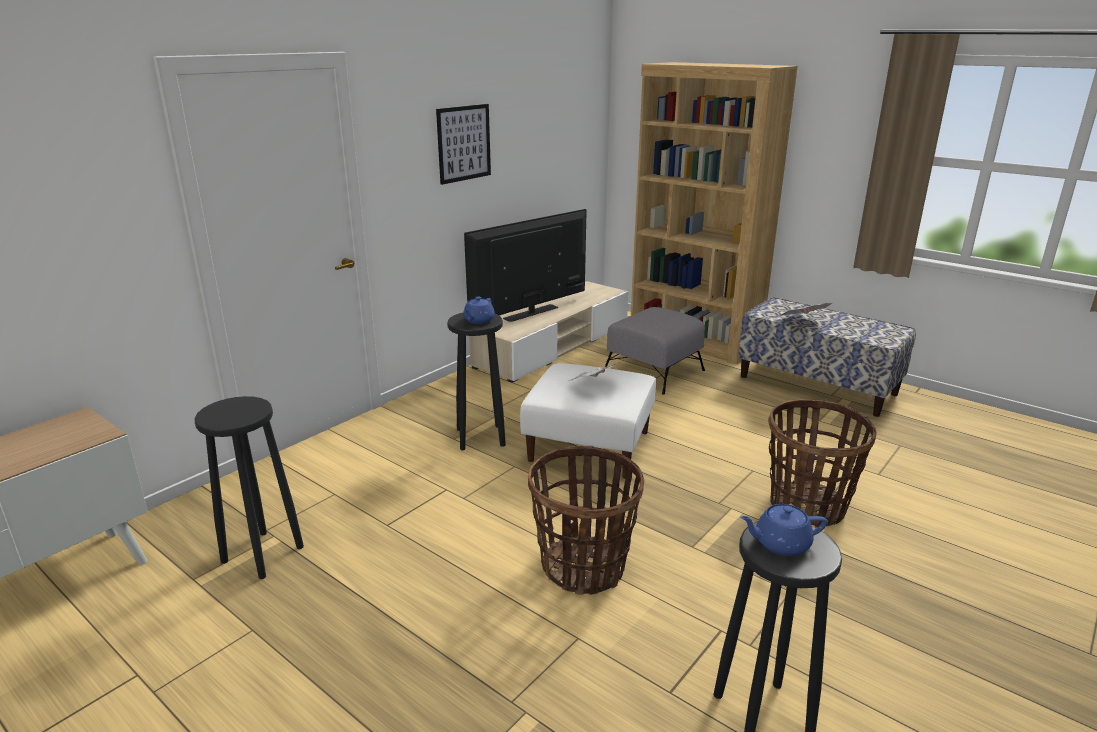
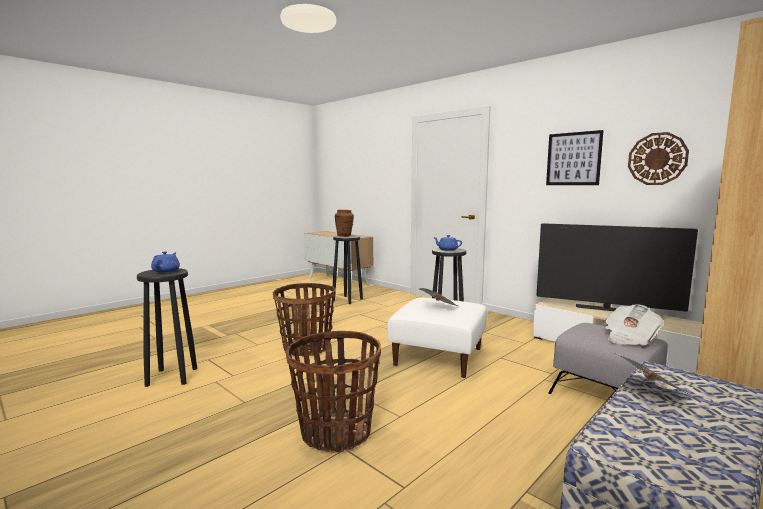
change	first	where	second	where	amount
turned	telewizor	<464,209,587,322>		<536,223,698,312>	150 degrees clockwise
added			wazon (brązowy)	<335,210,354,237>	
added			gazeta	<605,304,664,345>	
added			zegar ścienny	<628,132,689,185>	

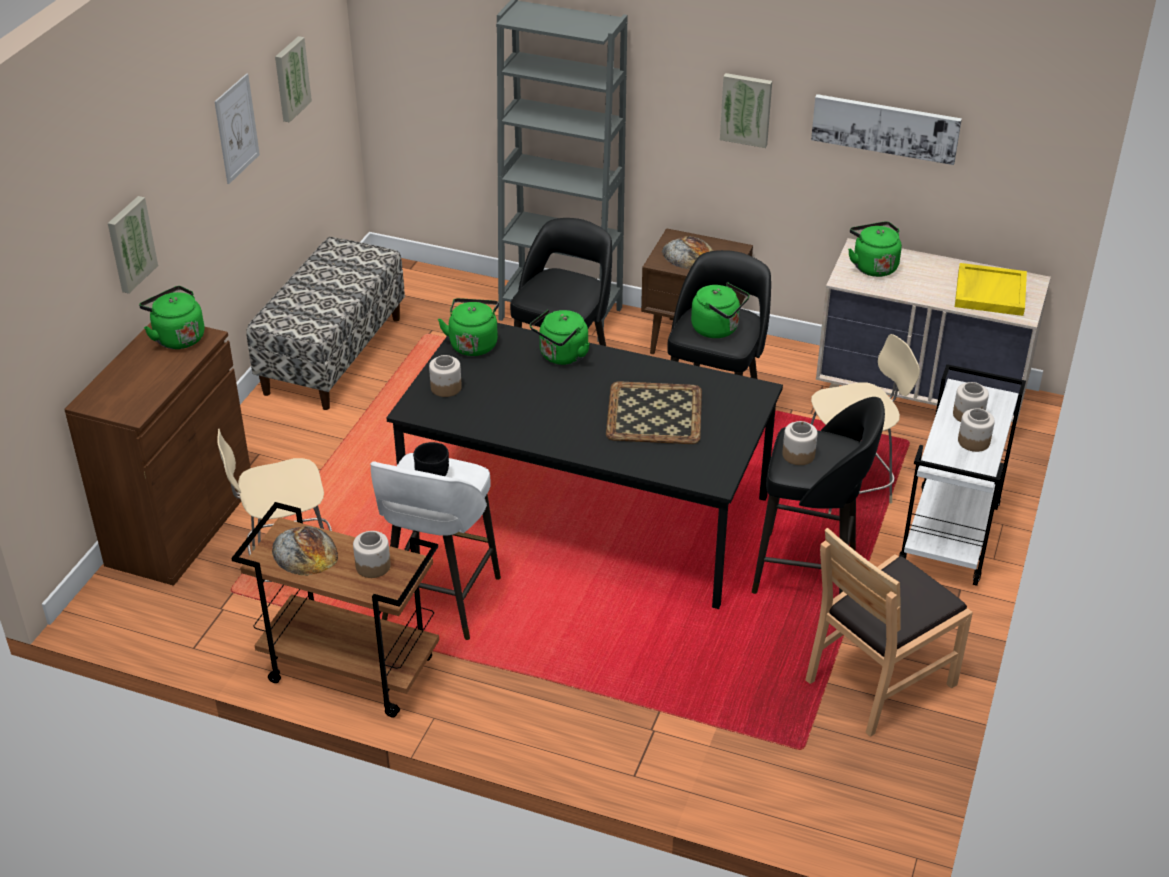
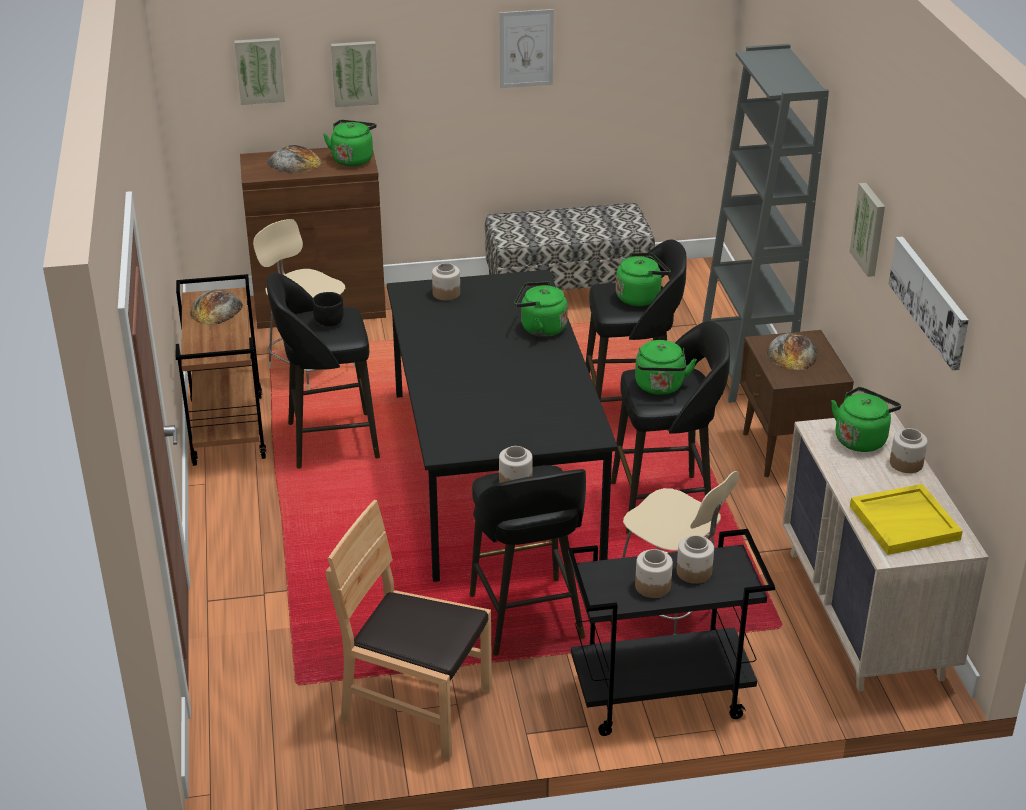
change	first	where	second	where	amount
moved	obraz	<275,36,312,123>		<234,38,285,105>	
moved	słoik	<353,531,391,578>		<890,428,928,473>	
recoloured	stołek (biały)	<370,453,501,640>	stołek (czarny)	<267,272,380,469>	
moved	czajnik (zielony)	<438,298,499,356>		<616,253,671,306>	
removed	taca	<606,381,702,444>			
recoloured	wózek (biały)	<899,364,1026,586>	wózek (czarny)	<568,529,775,736>	
added			chleb	<267,145,322,173>	

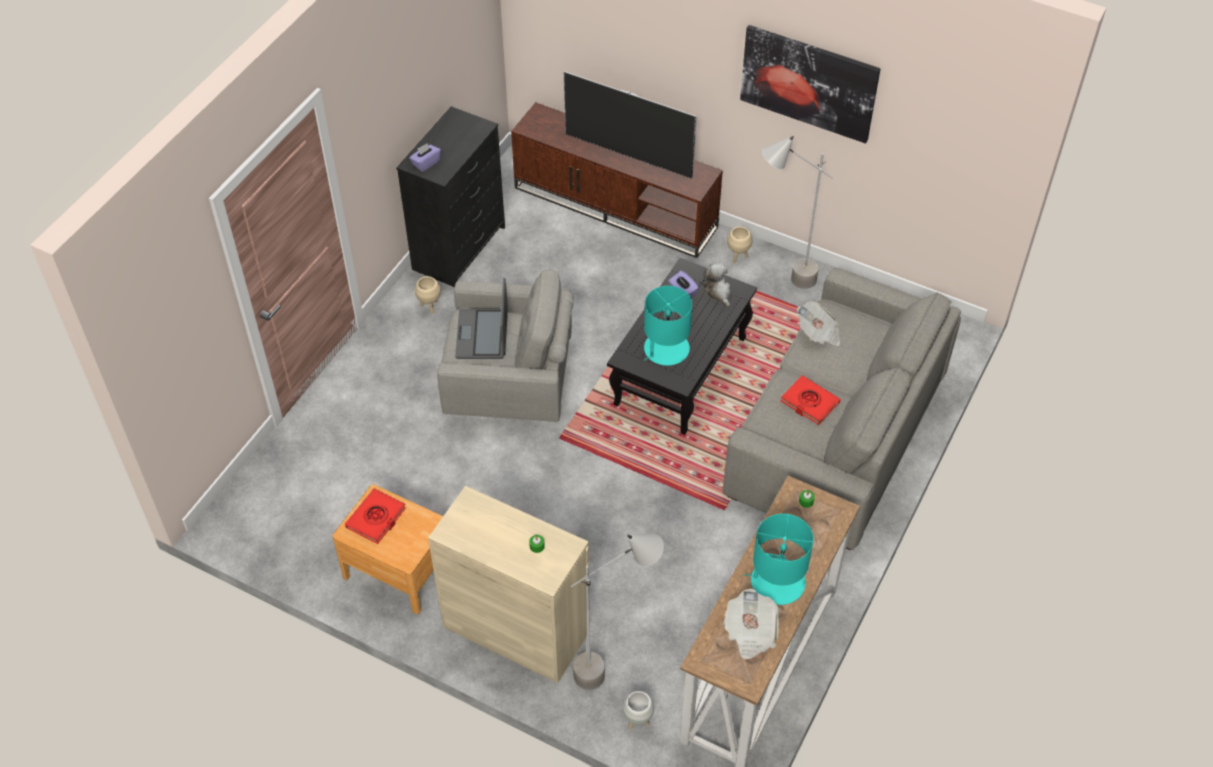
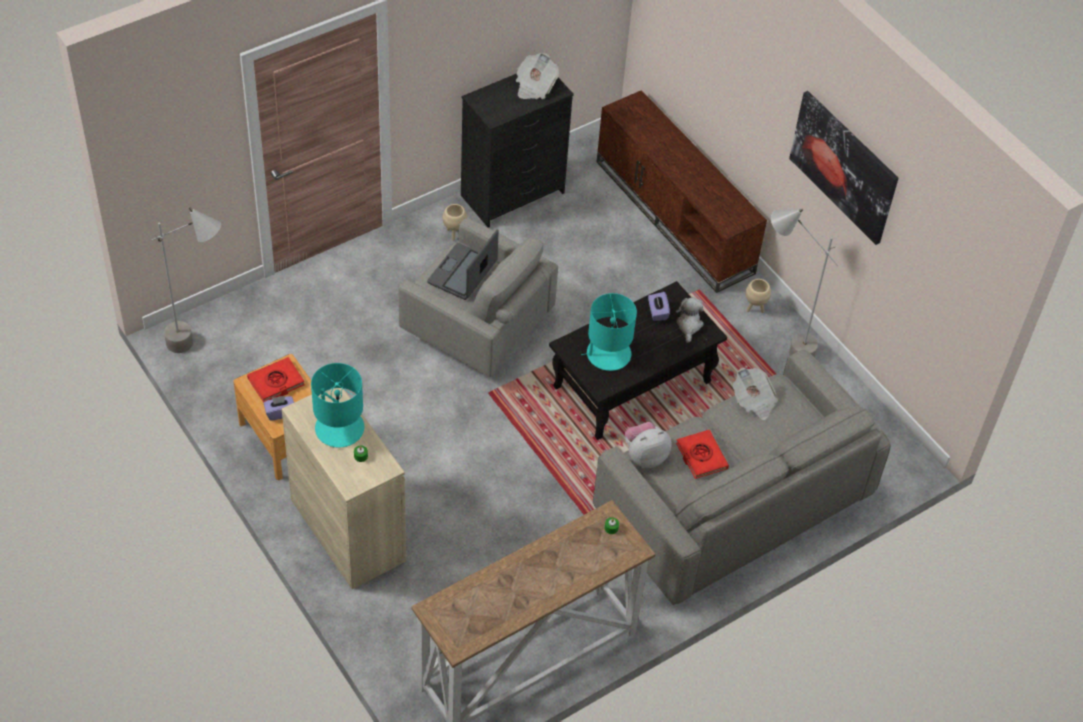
change	first	where	second	where	amount
moved	pudełko chusteczek (fioletowy)	<410,143,441,172>		<264,396,294,421>	
removed	telewizor	<564,71,697,179>			
moved	lampa stojąca (szary)	<571,534,664,690>		<152,208,221,353>	
removed	donica (biały)	<623,691,654,729>			
moved	gazeta	<723,589,780,660>		<516,53,559,99>	
moved	lampa stołowa (turkusowy)	<744,514,814,605>		<311,363,364,447>	
added			pluszak	<625,422,672,468>	

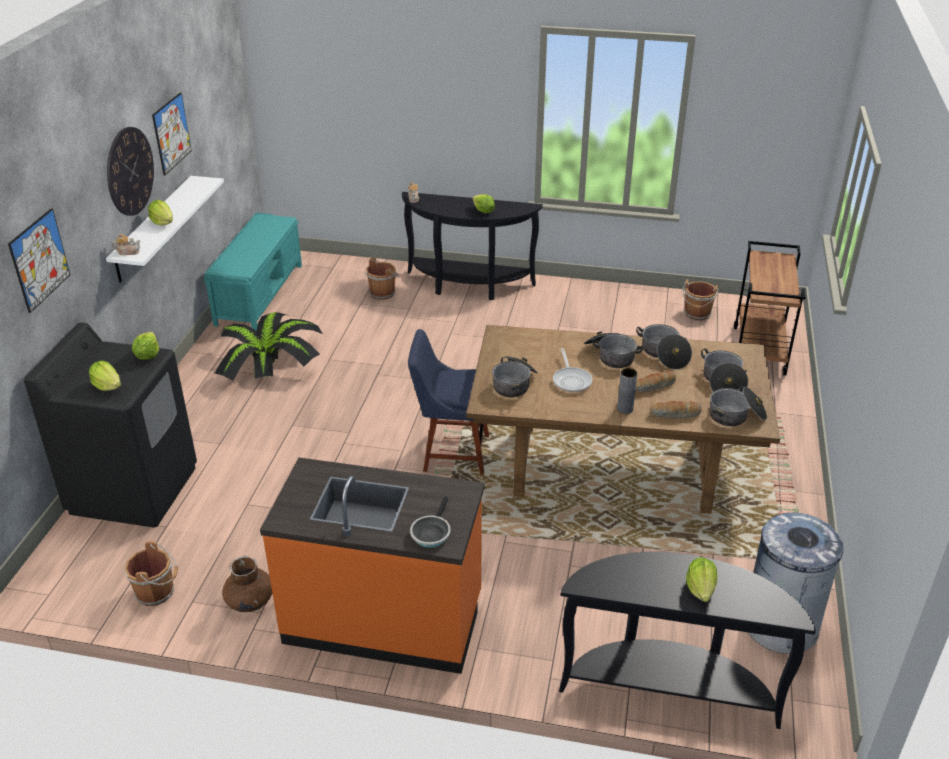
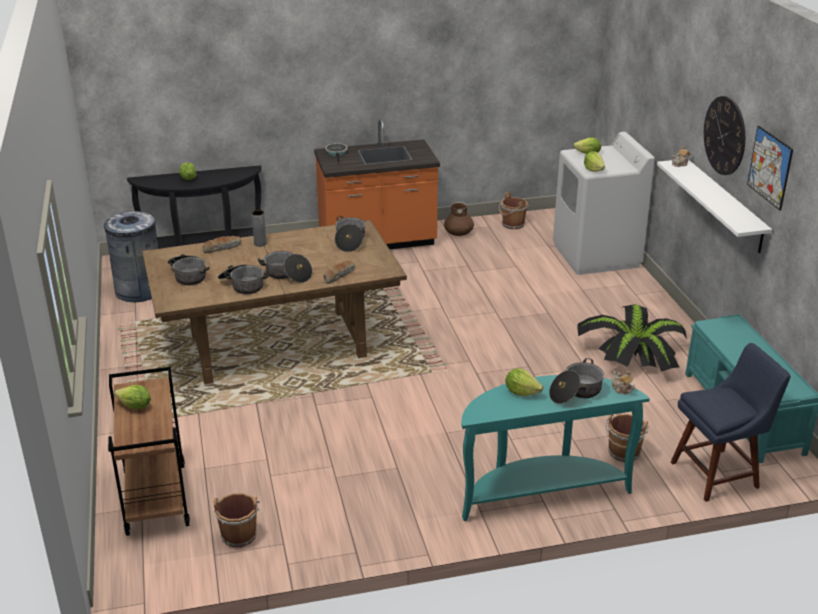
change	first	where	second	where	amount
removed	obraz	<8,208,70,313>			
recoloured	pralka (czarny)	<24,322,197,528>	pralka (biały)	<553,132,655,275>	
moved	sałata	<148,200,173,226>		<114,385,151,409>	
recoloured	stolik konsolowy (czarny)	<402,192,543,300>	stolik konsolowy (turkusowy)	<461,375,650,521>	
moved	krzesło (niebieski)	<408,329,489,475>		<671,343,791,502>	
removed	patelnia	<553,348,592,392>			
moved	chleb	<635,370,676,393>		<323,261,355,284>	
moved	garnek	<709,386,767,426>		<549,358,604,404>	

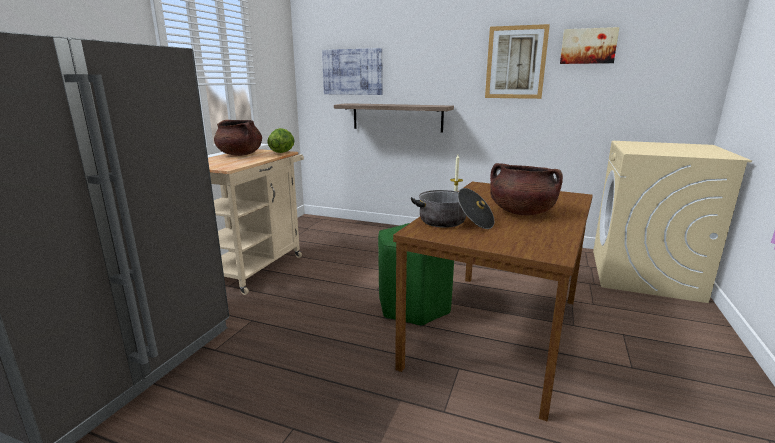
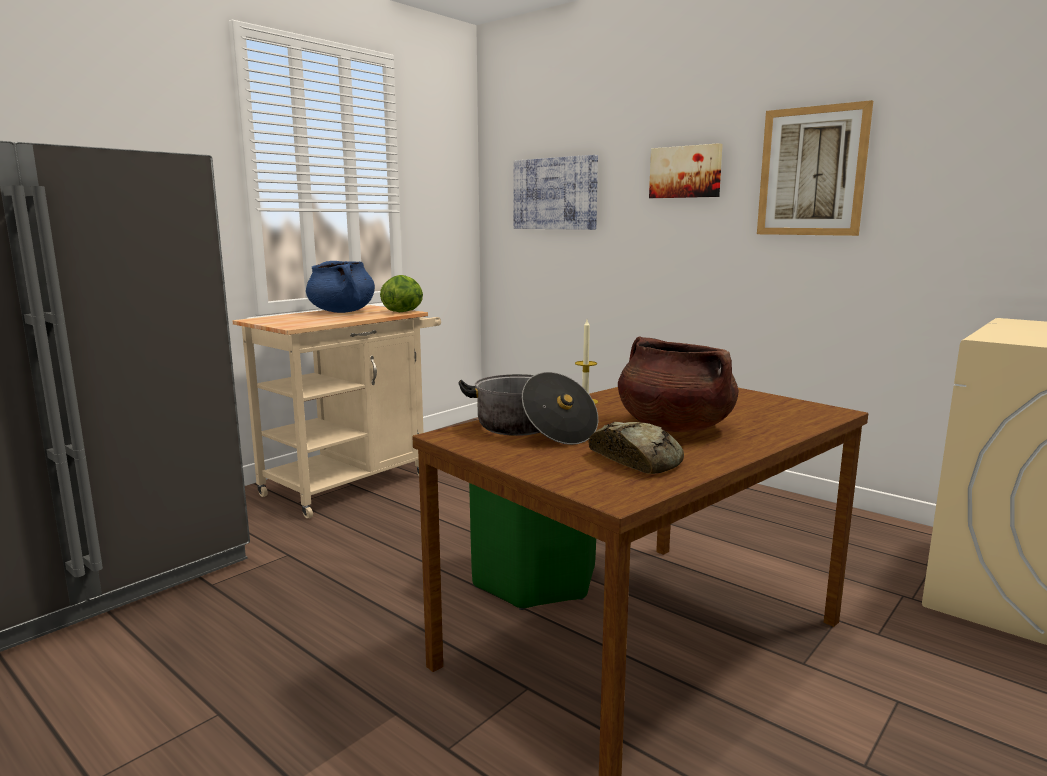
change	first	where	second	where	amount
recoloured	garnek (brązowy)	<214,120,262,156>	garnek (niebieski)	<306,261,375,313>	
removed	półka	<334,103,454,133>			
moved	obraz	<560,27,619,64>		<649,143,723,198>	
added			chleb	<589,422,684,474>	

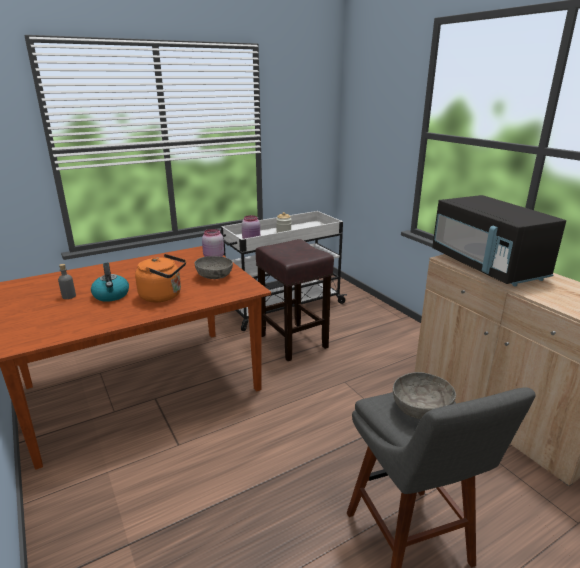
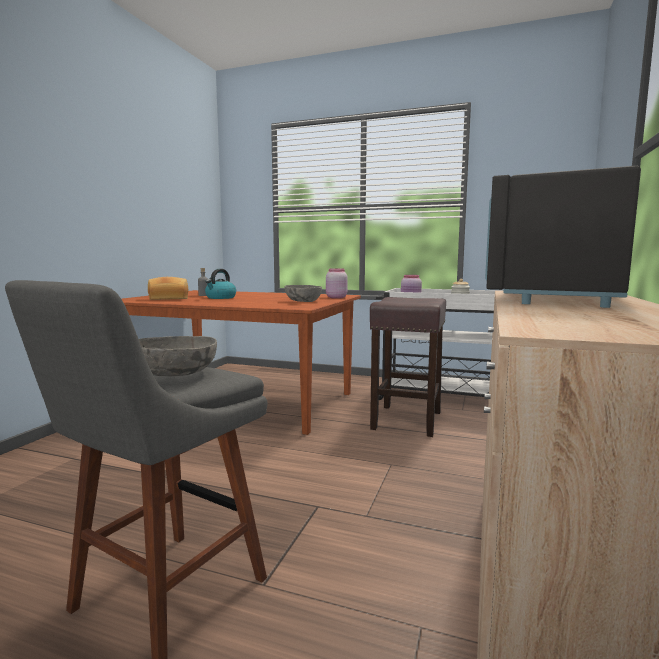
change	first	where	second	where	amount
removed	czajnik (pomarańczowy)	<135,254,186,302>			
added			chleb	<148,277,188,300>	

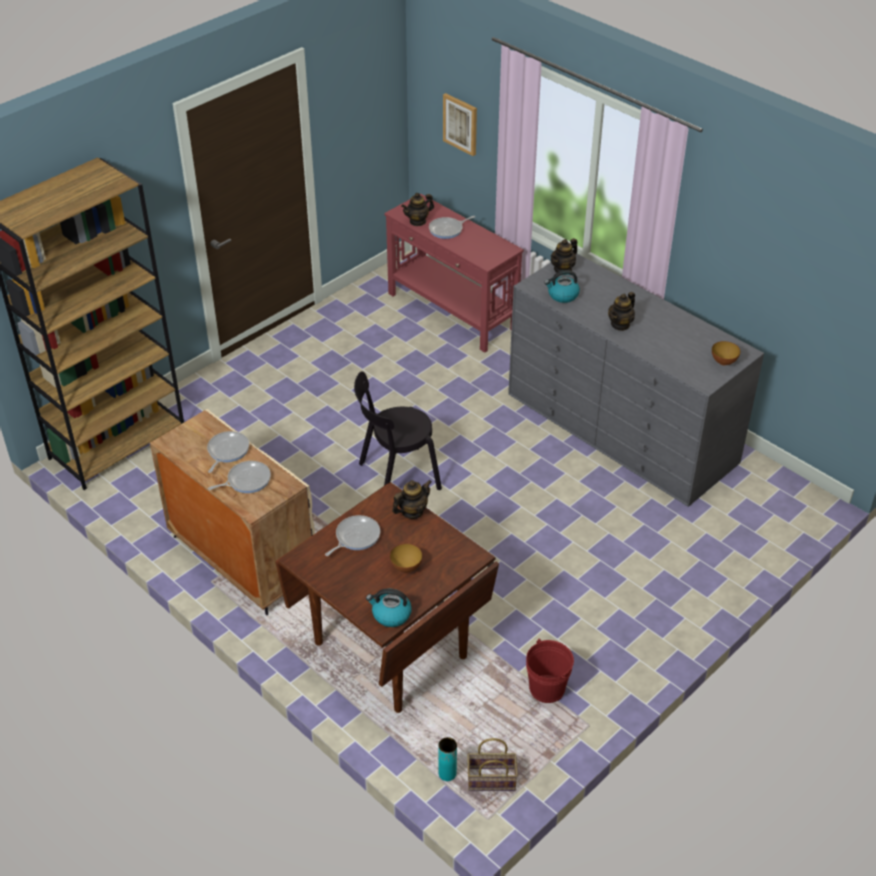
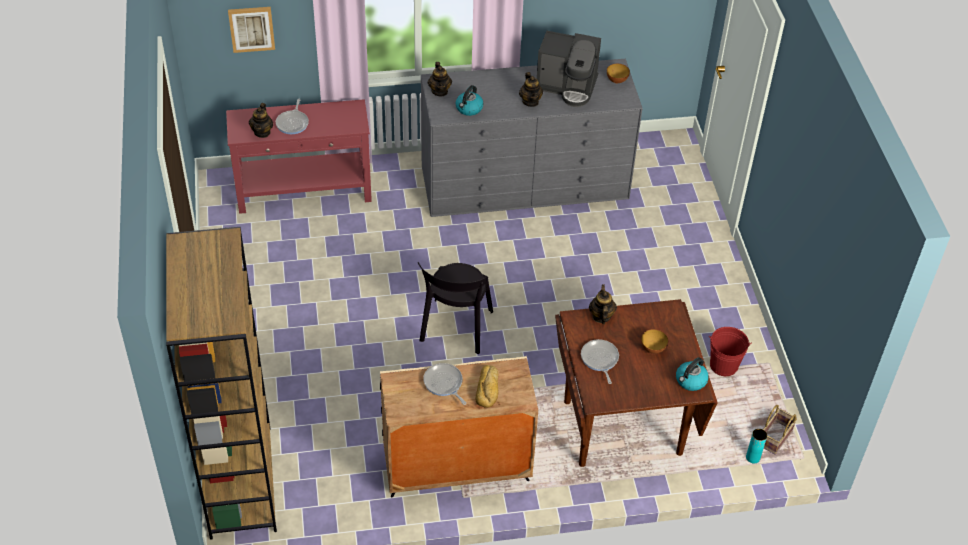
change	first	where	second	where	amount
replaced	patelnia	<208,461,271,493>	chleb	<476,365,499,408>	
added			ekspres do kawy	<537,31,601,107>	

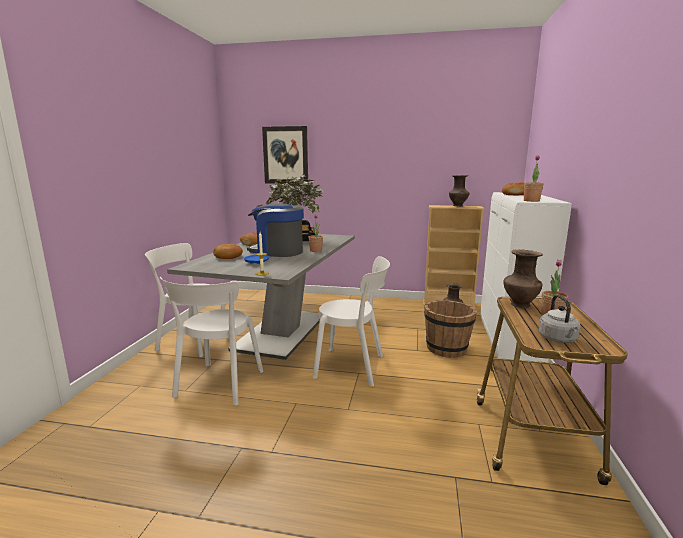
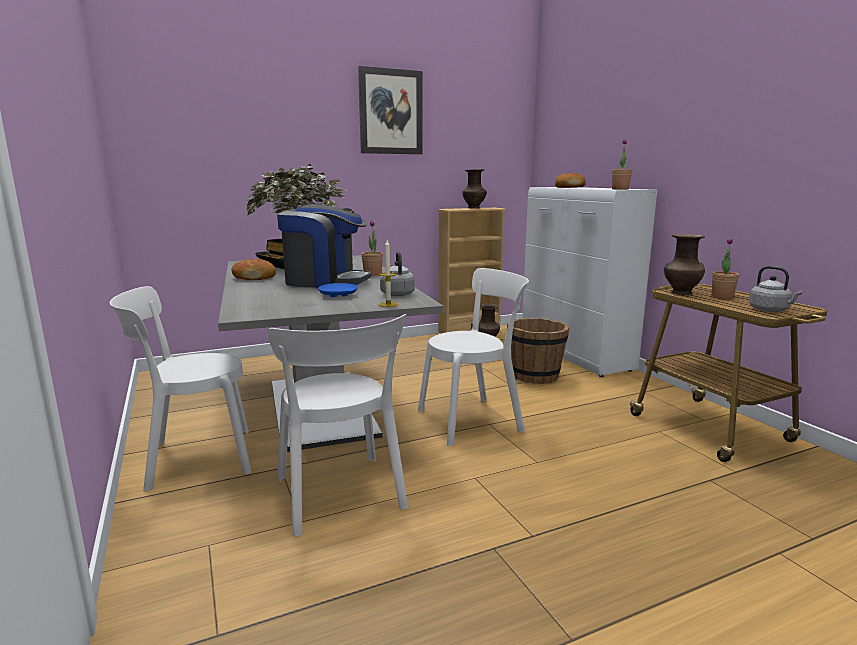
change	first	where	second	where	amount
removed	chleb	<213,244,243,259>			
turned	ekspres do kawy	<247,203,304,257>		<277,205,371,288>	150 degrees counterclockwise
moved	obraz	<262,126,308,184>		<358,66,423,154>	
added			czajnik (szary)	<380,251,415,296>	

